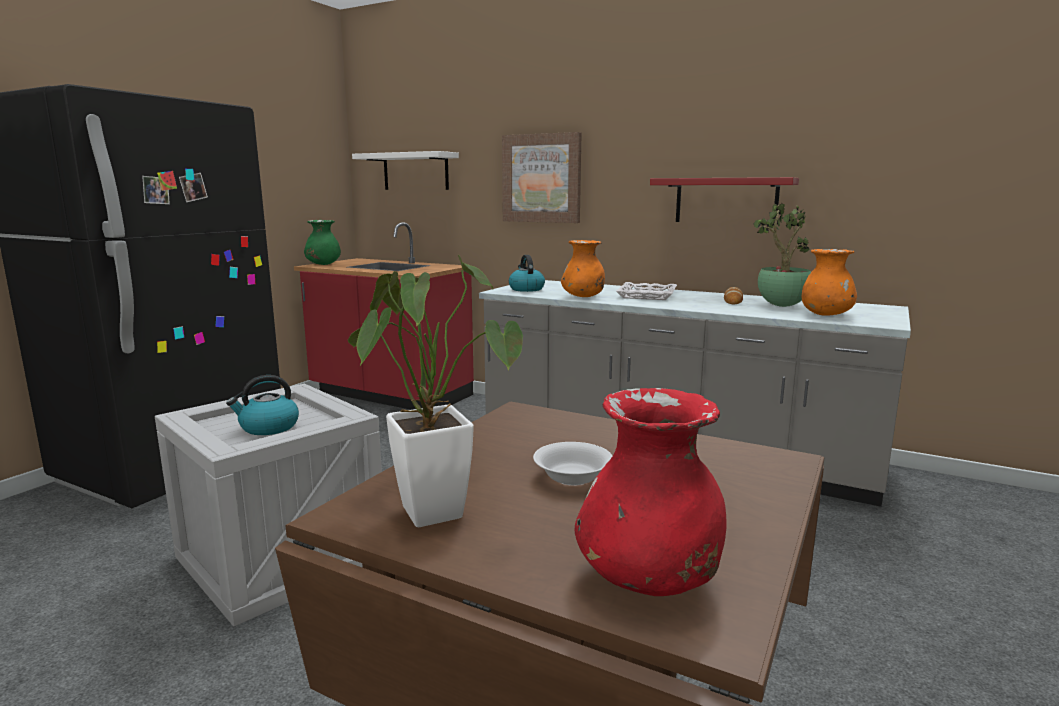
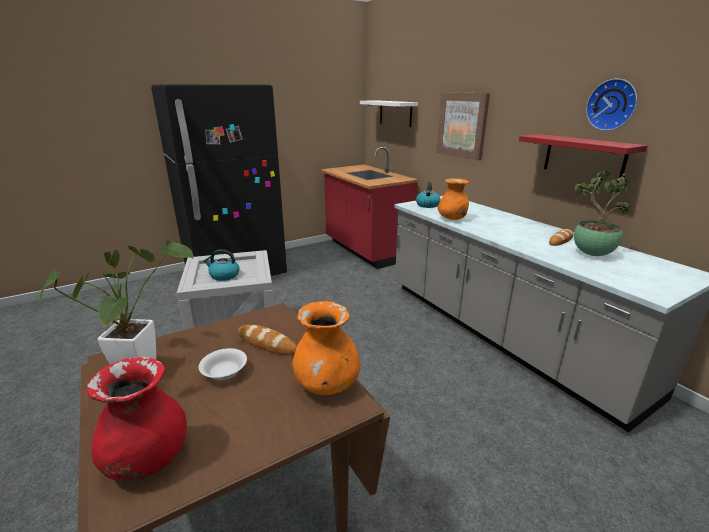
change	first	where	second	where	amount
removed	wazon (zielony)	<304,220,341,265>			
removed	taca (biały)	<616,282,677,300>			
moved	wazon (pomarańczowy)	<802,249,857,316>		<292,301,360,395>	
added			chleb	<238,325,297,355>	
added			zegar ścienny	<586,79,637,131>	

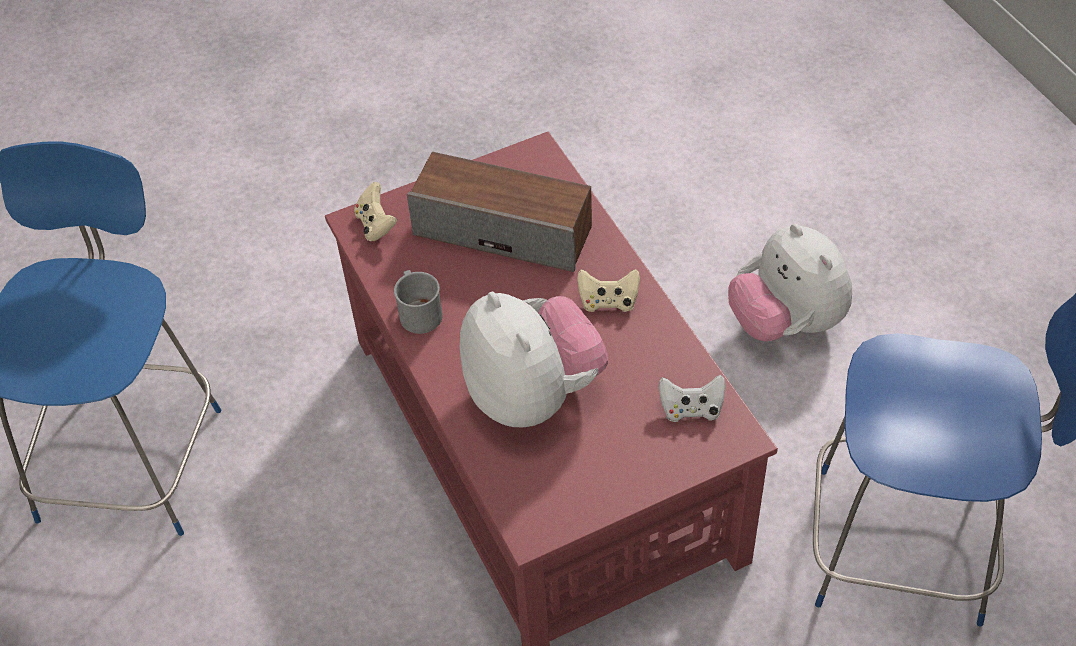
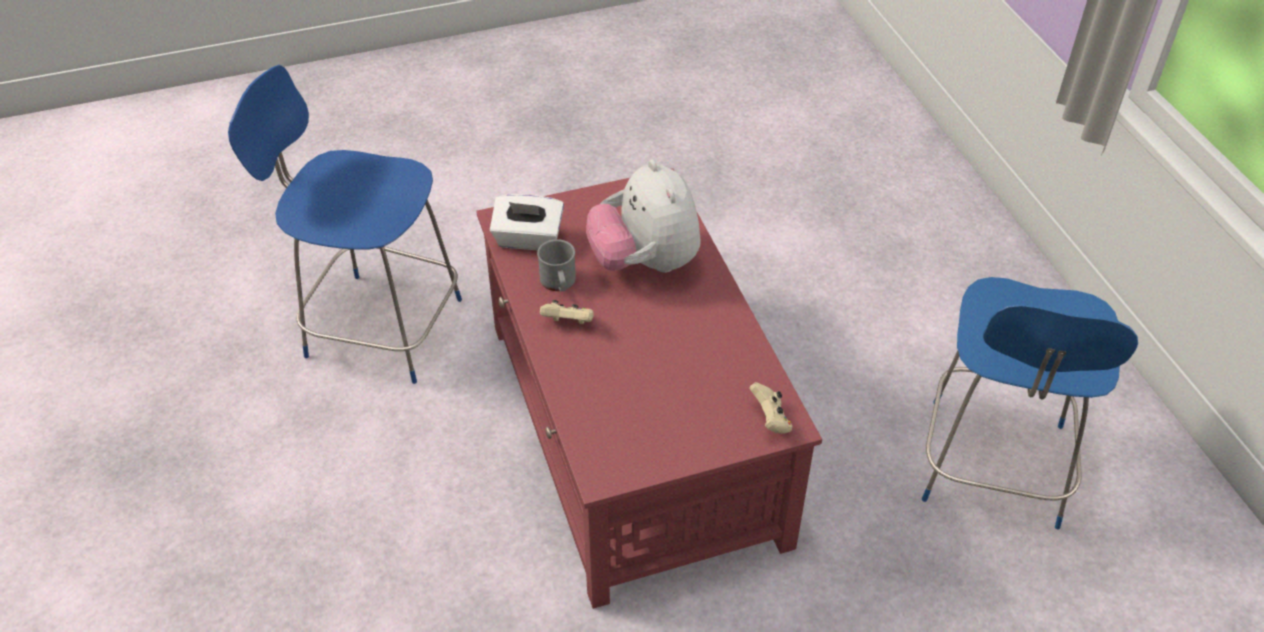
change	first	where	second	where	amount
moved	kubek (szary)	<394,270,443,334>		<537,239,576,292>	
removed	głośnik	<407,152,592,272>			
replaced	pad do gier (biały)	<659,375,726,422>	pudełko chusteczek (biały)	<490,194,564,251>	
removed	pluszak	<728,224,852,341>			

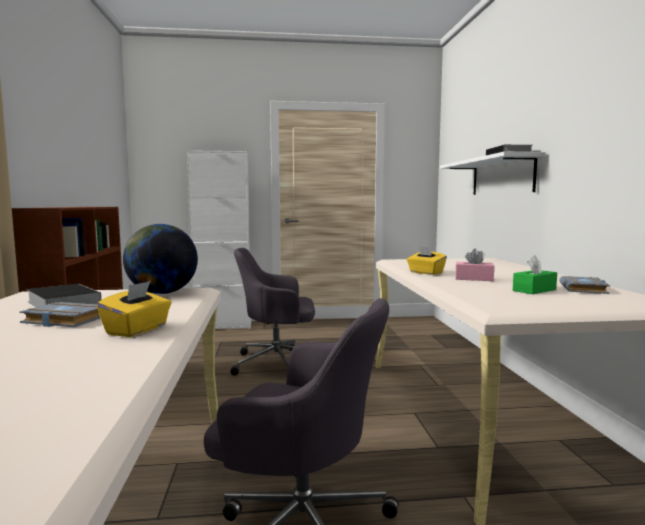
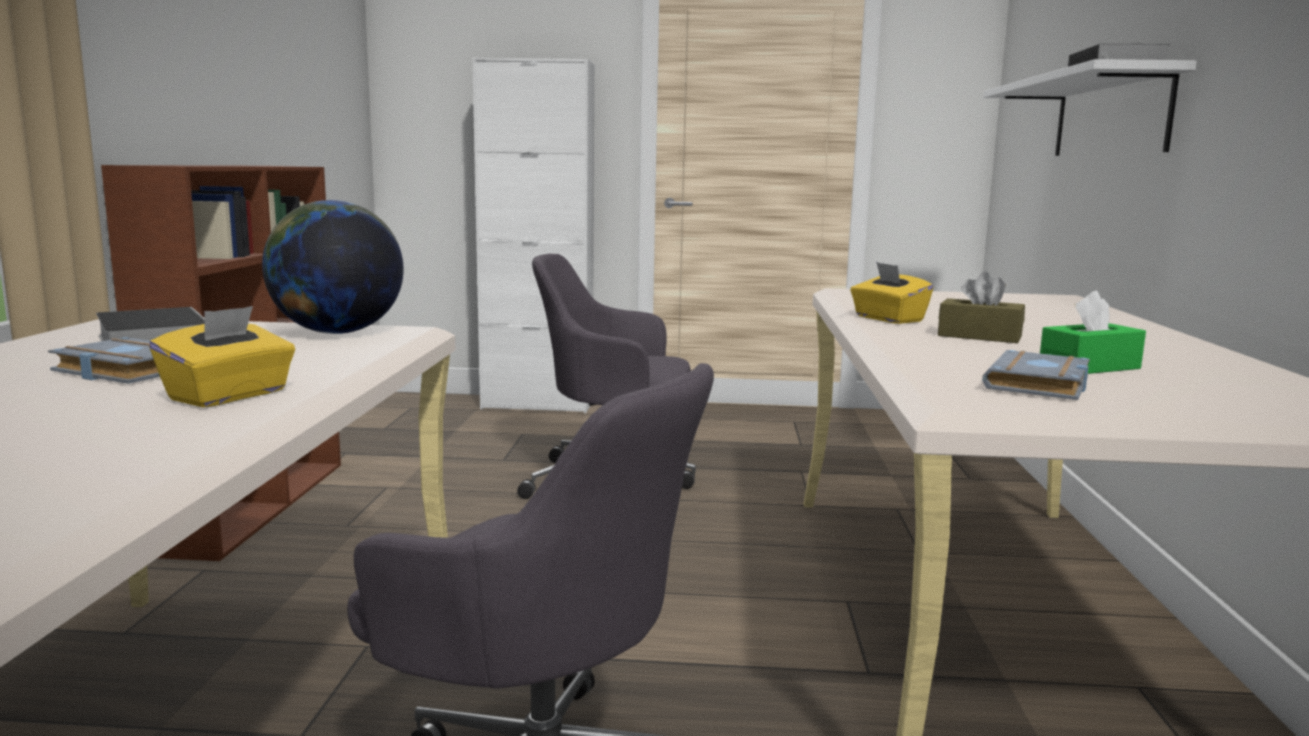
change	first	where	second	where	amount
recoloured	pudełko chusteczek (różowy)	<455,249,494,281>	pudełko chusteczek (brązowy)	<938,272,1025,343>	
moved	książka (szary)	<559,276,610,294>		<982,350,1090,400>	

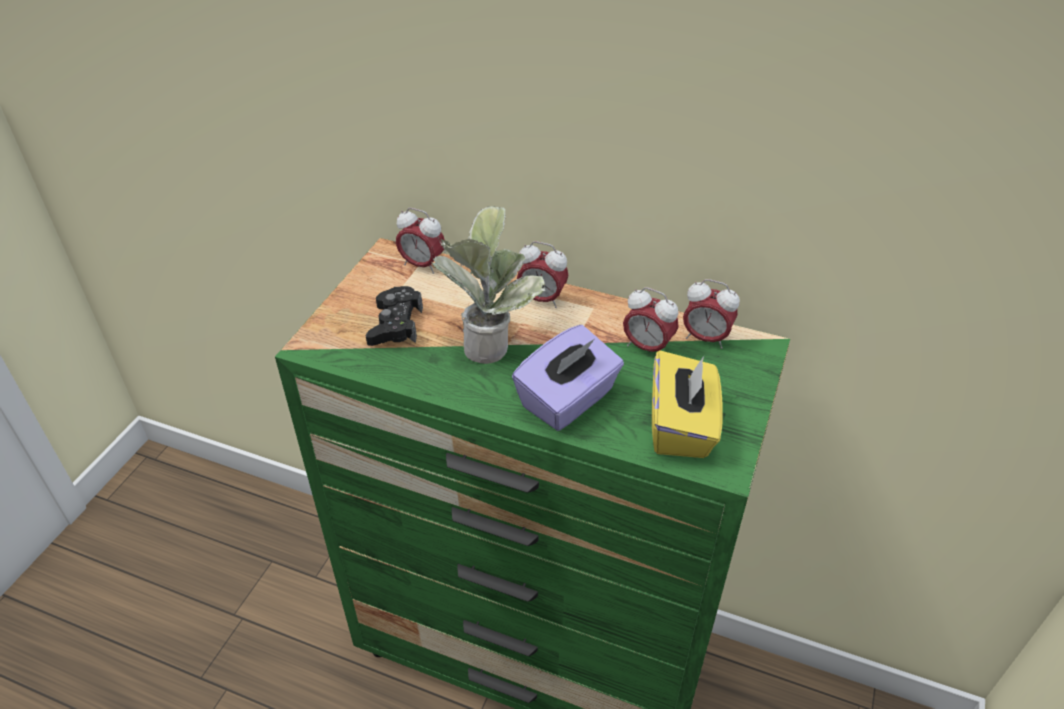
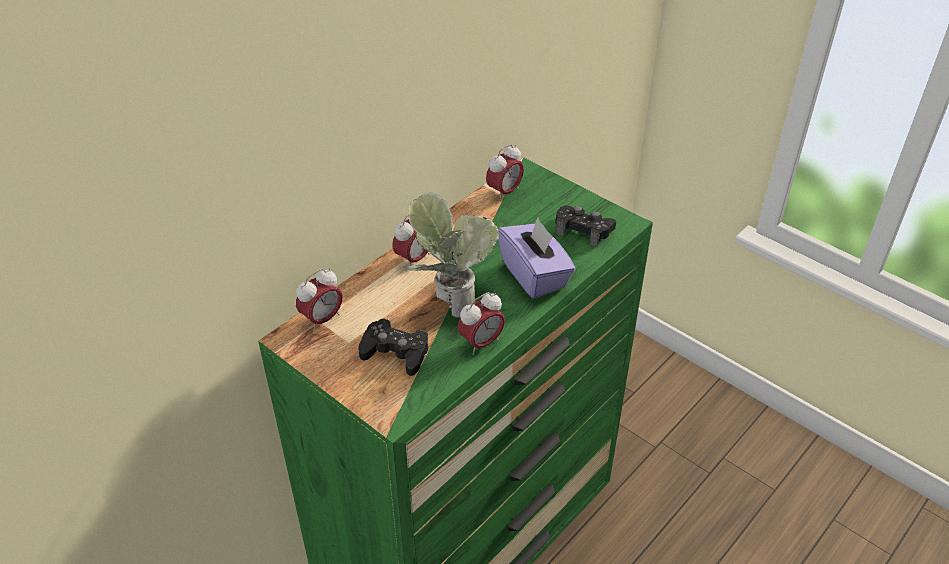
change	first	where	second	where	amount
moved	budzik	<623,287,679,352>		<458,292,505,355>	
replaced	pudełko chusteczek (żółty)	<652,350,723,458>	pad do gier (czarny)	<555,205,616,247>	

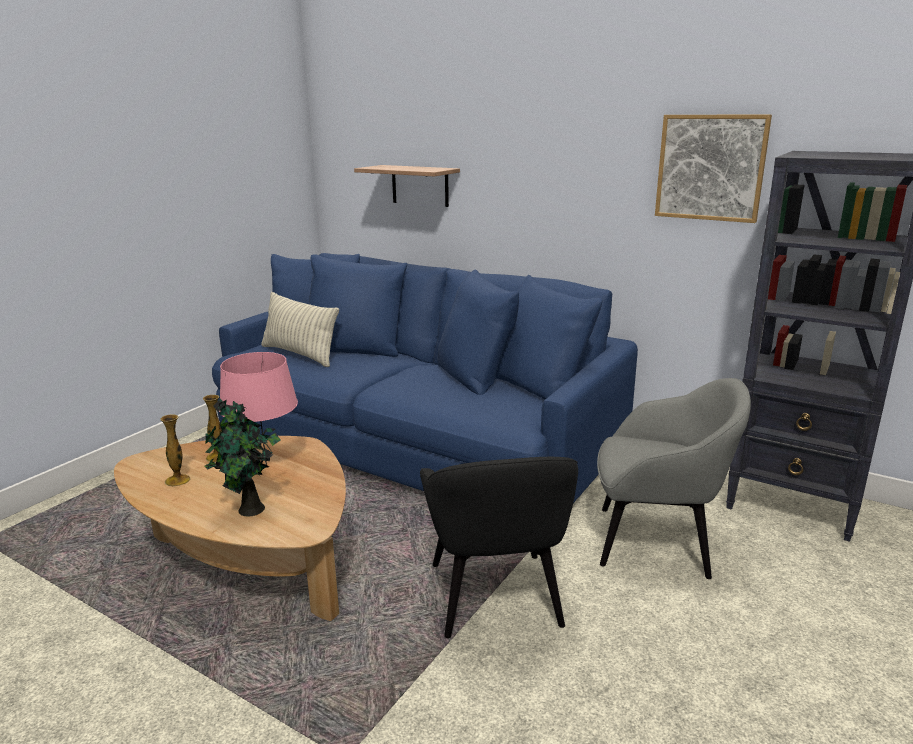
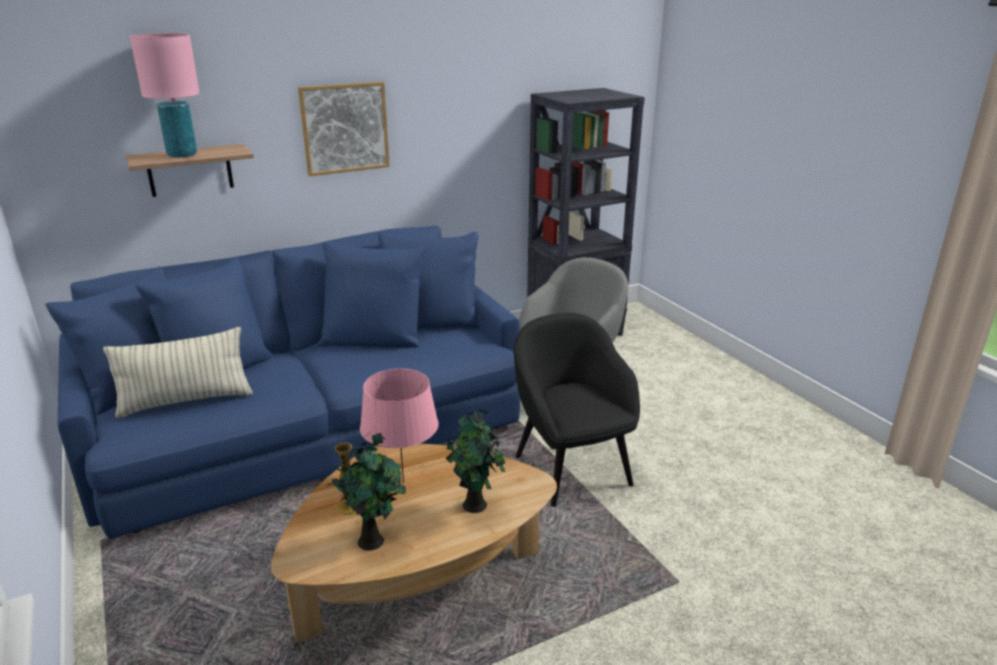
change	first	where	second	where	amount
replaced	wazon	<160,414,190,486>	roślina doniczkowa	<326,433,406,551>	
turned	fotel (czarny)	<420,457,578,638>		<514,313,640,507>	135 degrees counterclockwise
moved	obraz	<655,115,772,223>		<298,82,390,176>	
added			lampa stołowa (różowy)	<130,33,199,158>	

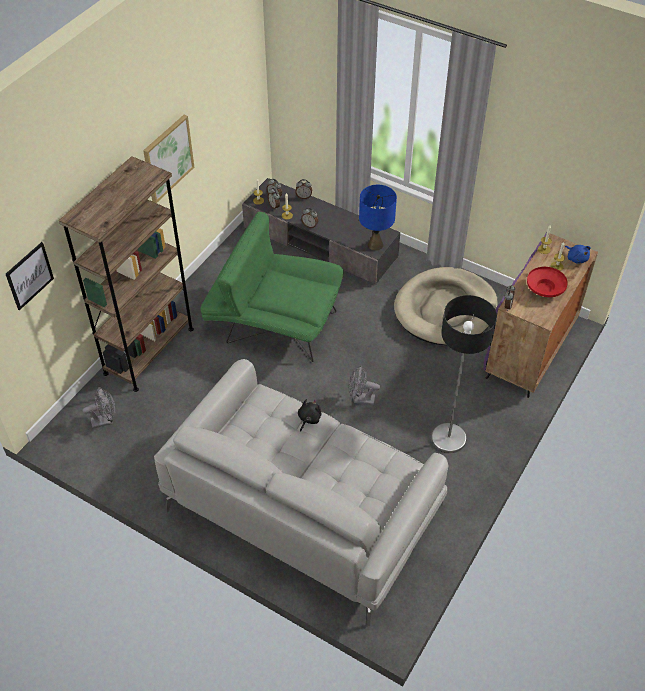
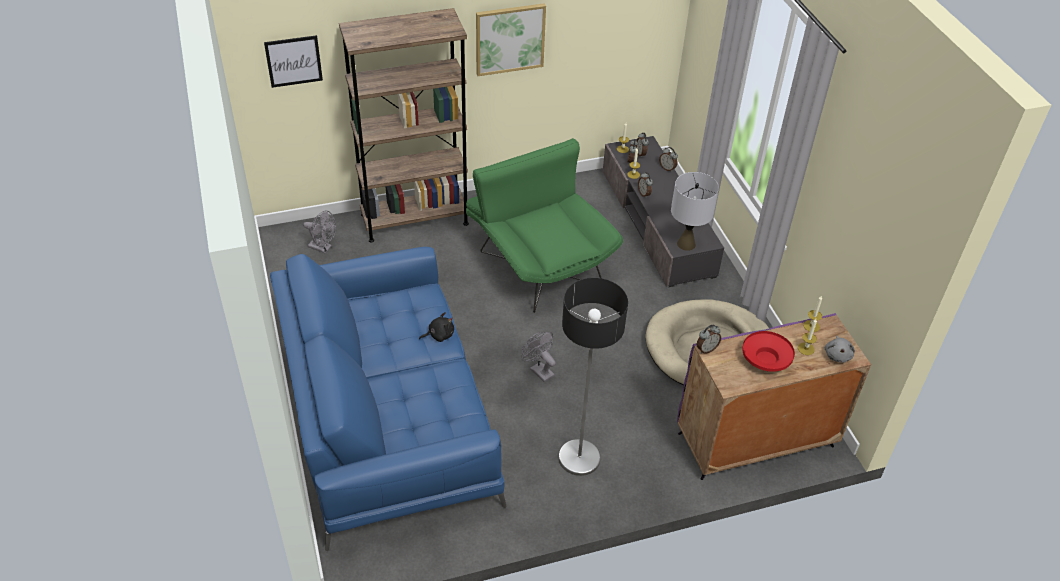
change	first	where	second	where	amount
recoloured	kanapa (szary)	<154,359,448,626>	kanapa (niebieski)	<270,247,506,551>	
recoloured	lampa stołowa (niebieski)	<359,185,397,251>	lampa stołowa (szary)	<671,172,719,251>	
recoloured	pluszak (niebieski)	<565,245,591,264>	pluszak (szary)	<825,336,855,363>	

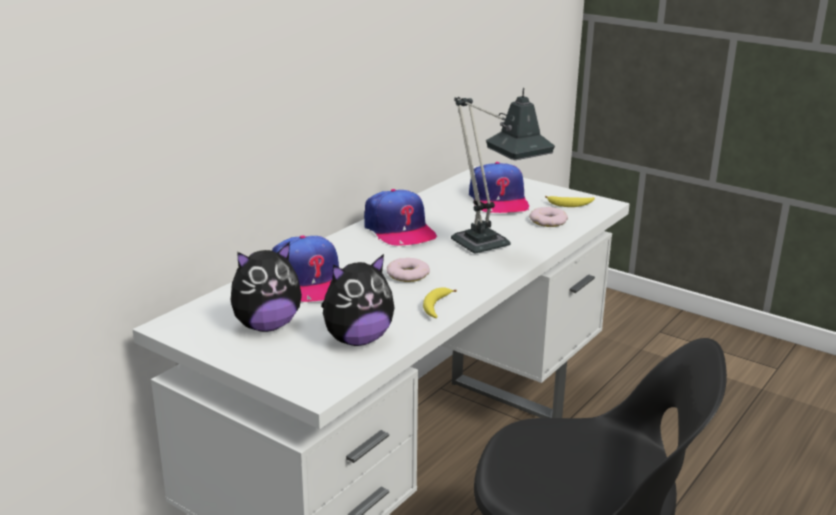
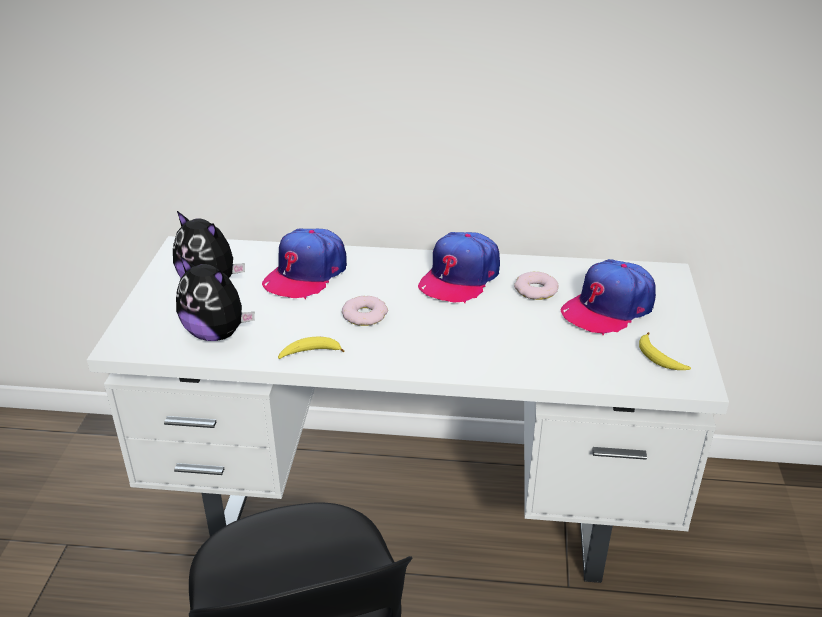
change	first	where	second	where	amount
removed	lampa stołowa	<451,88,555,253>			
moved	donut	<529,207,568,227>		<514,272,559,300>	

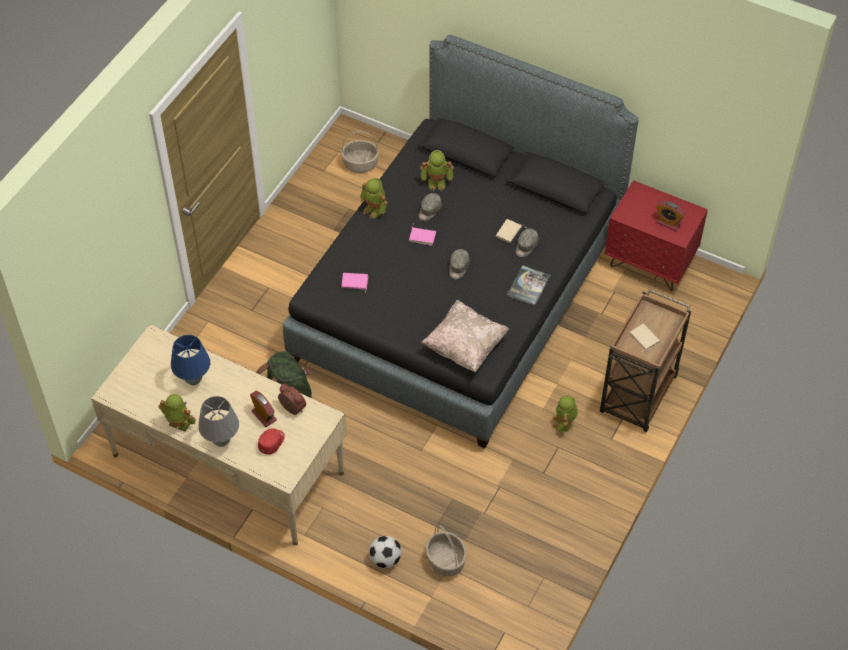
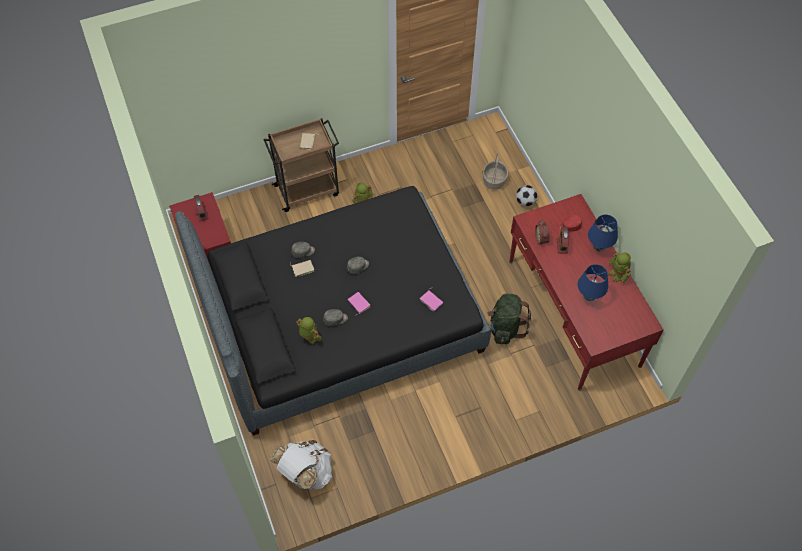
change	first	where	second	where	amount
recoloured	biurko (beżowy)	<91,324,346,546>	biurko (czerwony)	<509,194,664,391>	
recoloured	lampa stołowa (szary)	<198,396,239,447>	lampa stołowa (niebieski)	<588,215,618,252>	
replaced	koszyk	<341,130,379,173>	plecak (biały)	<270,440,332,489>	
removed	robot zabawkowy	<360,178,388,219>			
removed	poduszka (beżowy)	<421,300,509,372>			
removed	książka	<507,266,550,306>			

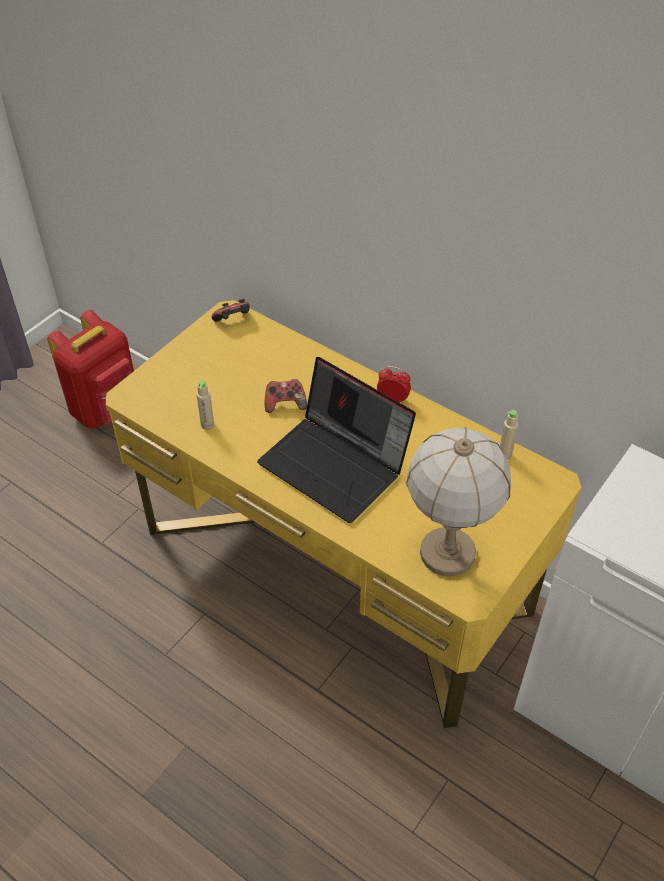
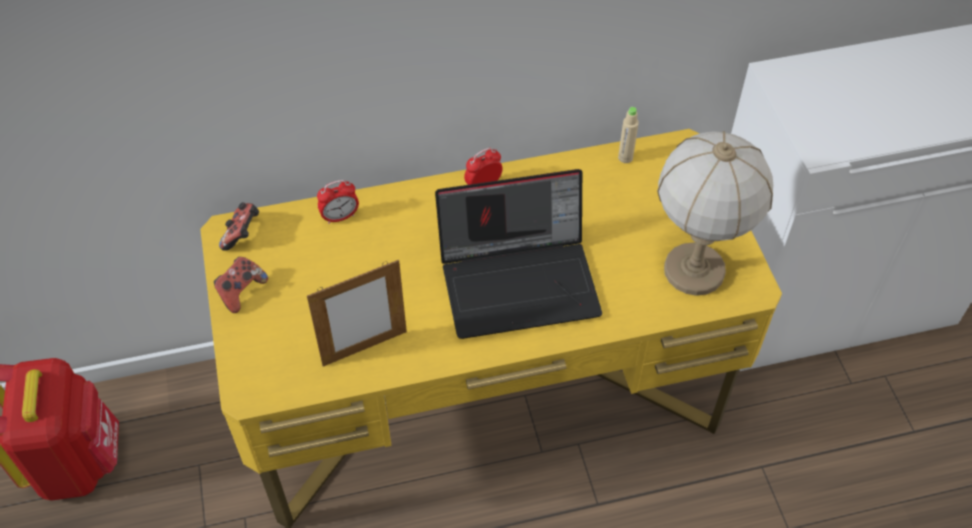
change	first	where	second	where	amount
replaced	butelka (beżowy)	<196,380,214,430>	ramka na zdjęcie	<307,260,407,366>	
moved	pad do gier	<265,379,307,413>		<214,257,268,313>	
added			budzik	<317,180,359,224>	

